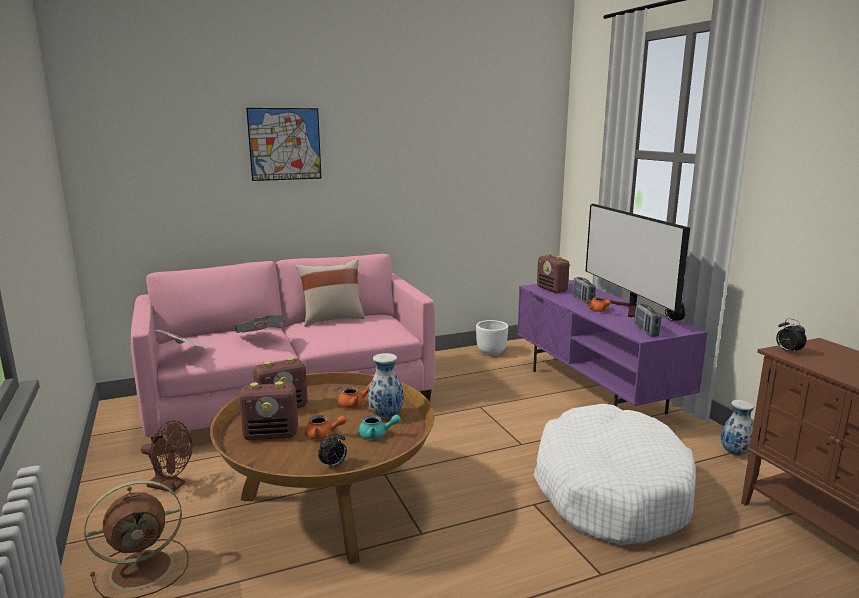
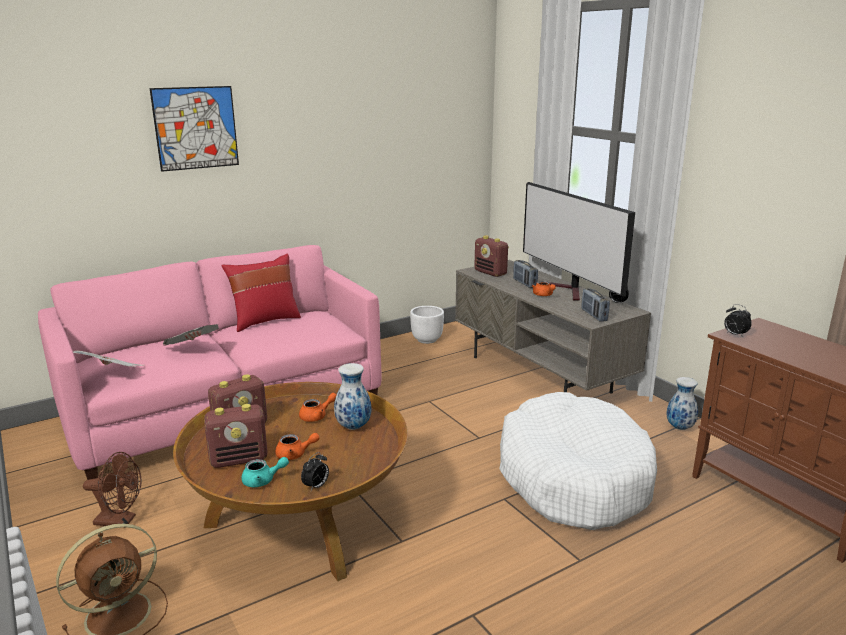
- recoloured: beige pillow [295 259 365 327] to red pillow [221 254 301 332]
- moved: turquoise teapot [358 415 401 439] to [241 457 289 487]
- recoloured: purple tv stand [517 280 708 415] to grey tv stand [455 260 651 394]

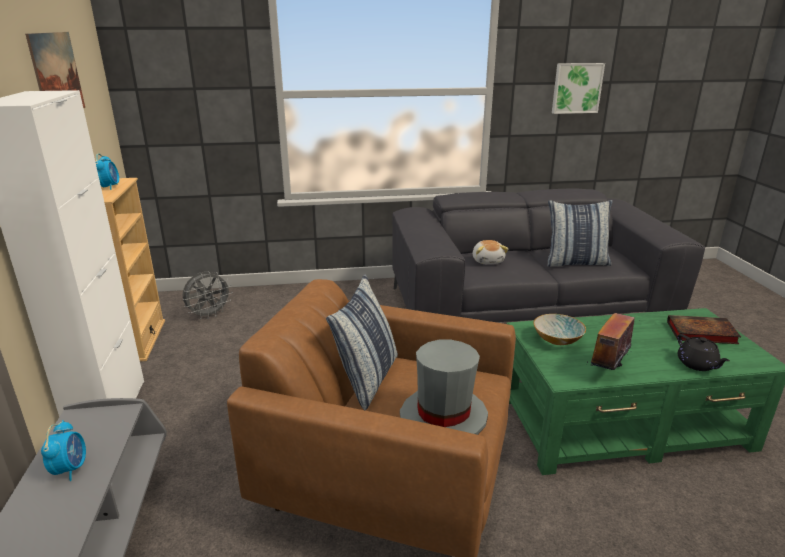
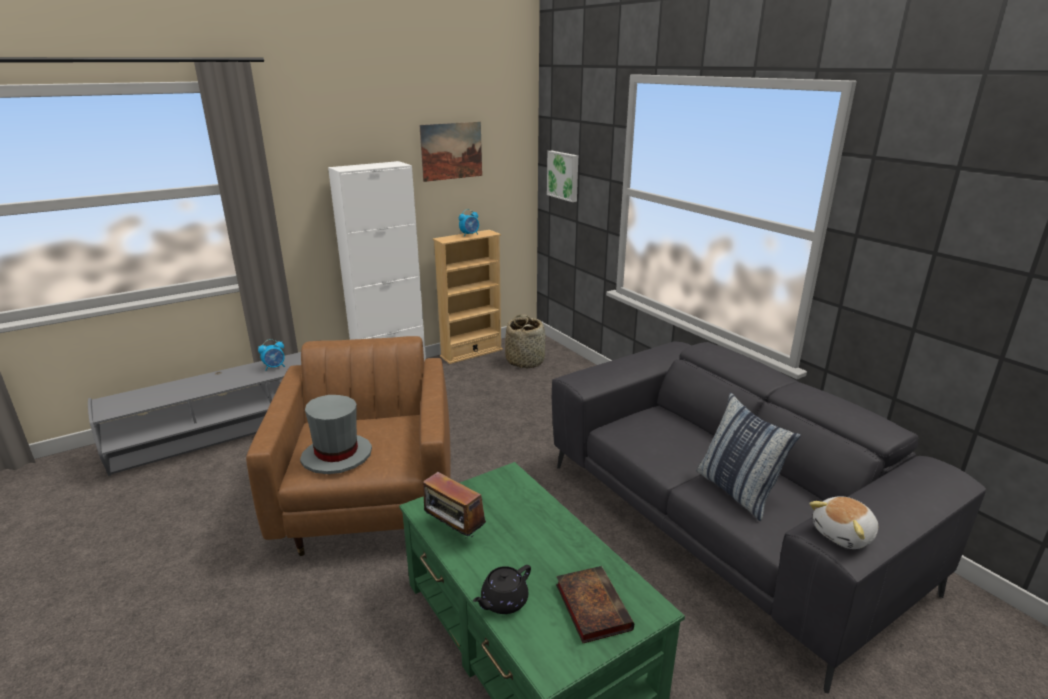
- turned: radio [587 313 635 370] = [423 472 486 539] 150 degrees counterclockwise
- replaced: grey fan [183 271 233 319] to basket [505 314 546 368]
- moved: picture [552 63 605 114] to [547 151 578 202]
- moved: plush toy [473 240 508 264] to [809 496 878 549]
- removed: pillow [326 274 398 410]
- removed: bowl [533 314 586 345]

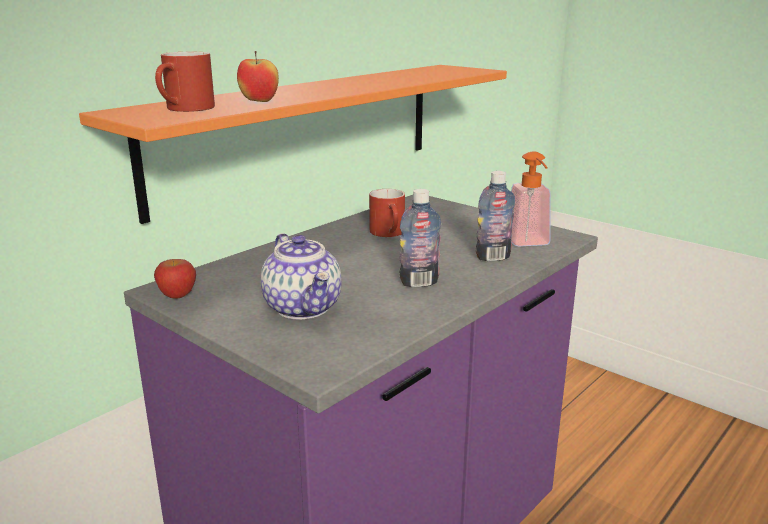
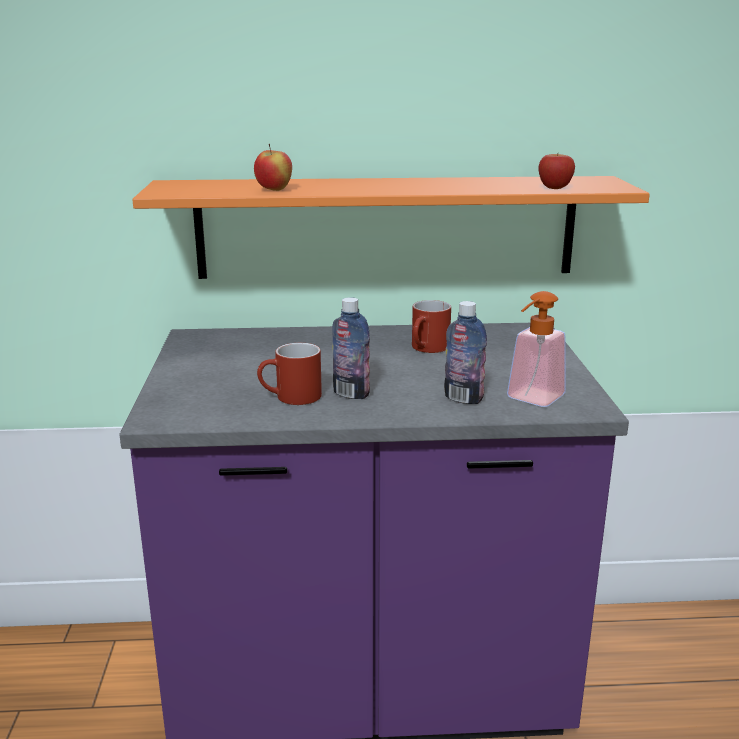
- moved: red mug [155 52 215 112] to [257 343 322 405]
- moved: apple [154 259 196 299] to [538 154 575 189]
- removed: teapot [261 233 342 319]

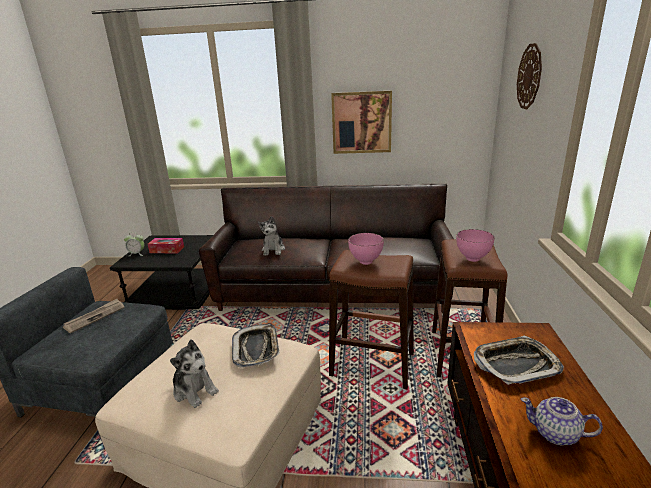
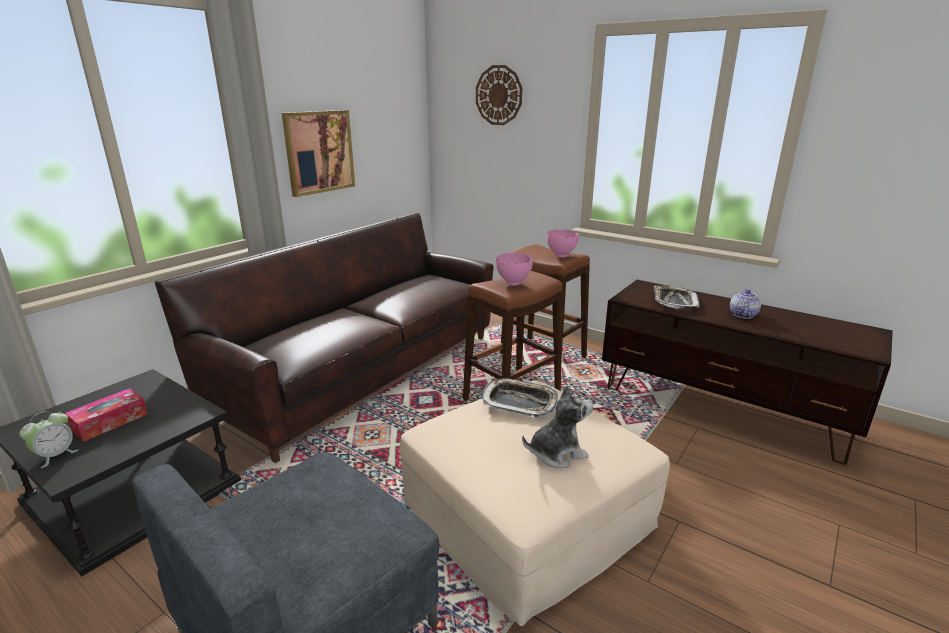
- turned: teapot [521 397 603 445] = [730 289 761 319] 150 degrees clockwise
- removed: newspaper [63 299 125 333]
- removed: plush toy [258 216 285 255]

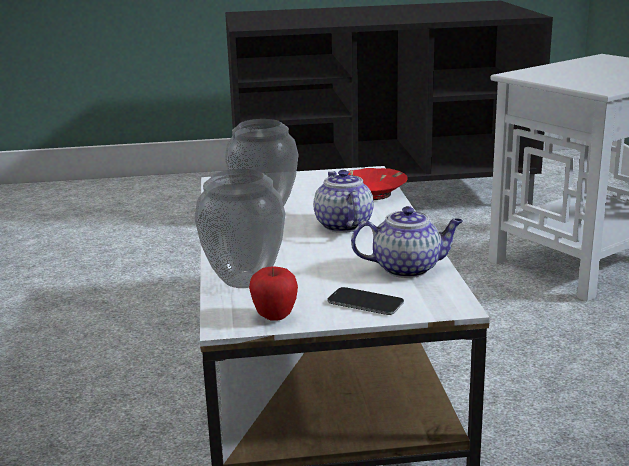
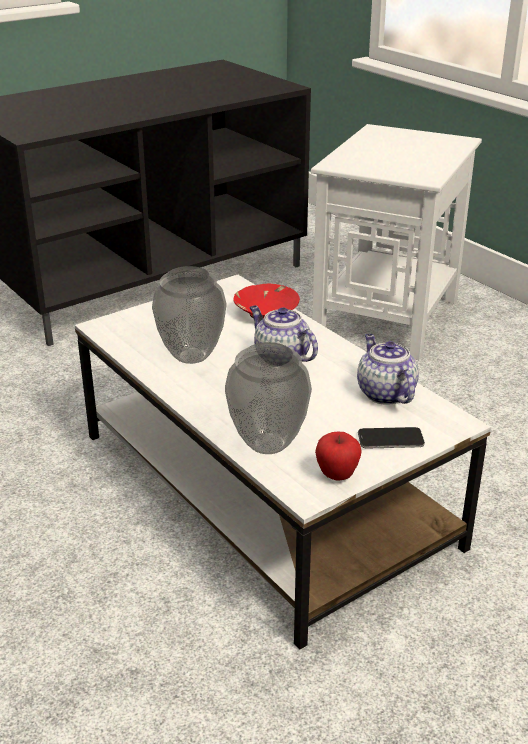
- turned: teapot [351 206 463 278] = [357 334 419 405] 75 degrees counterclockwise

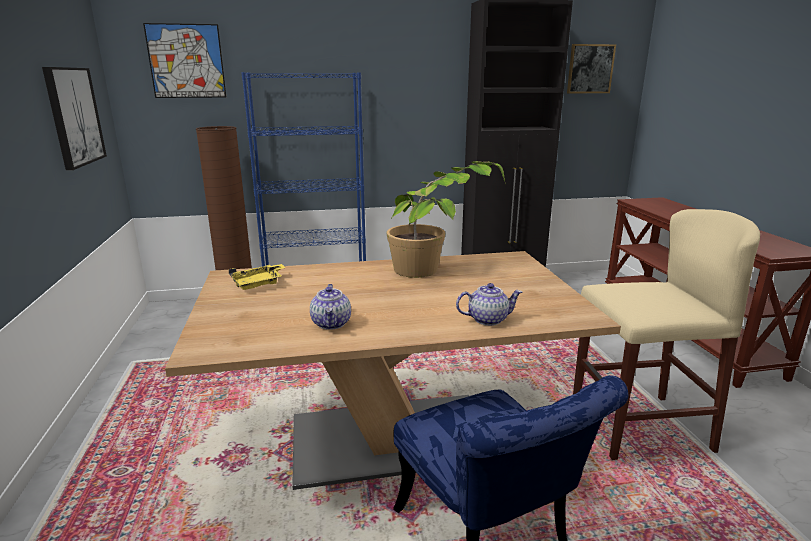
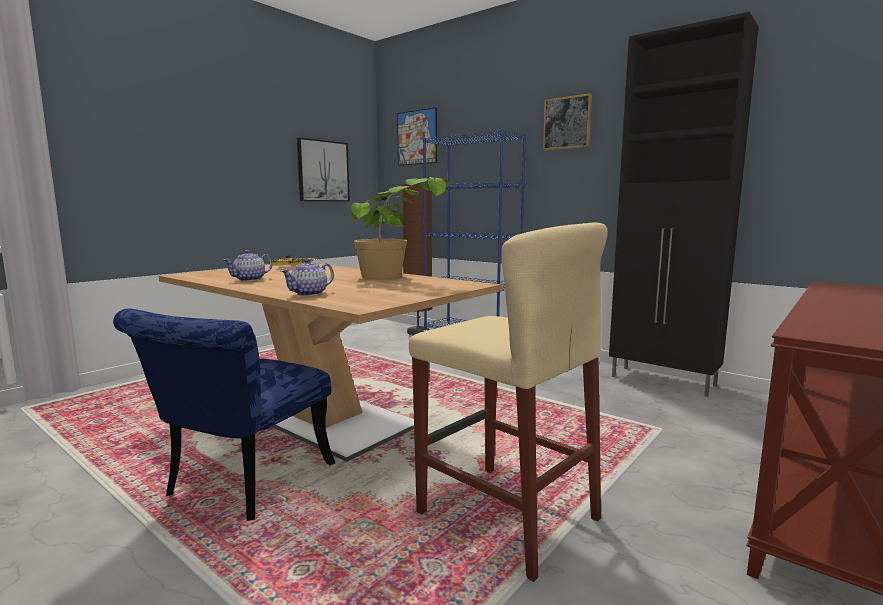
- turned: teapot [456 283 522 326] = [281 259 334 296] 90 degrees clockwise
- moved: picture [567 44 616 93] to [543 93 592 150]

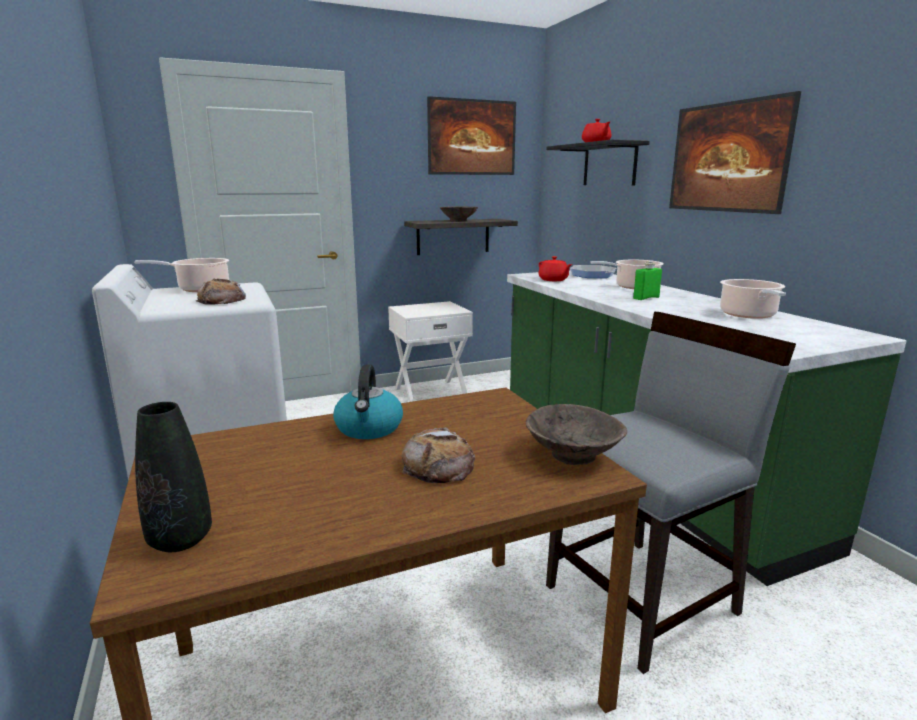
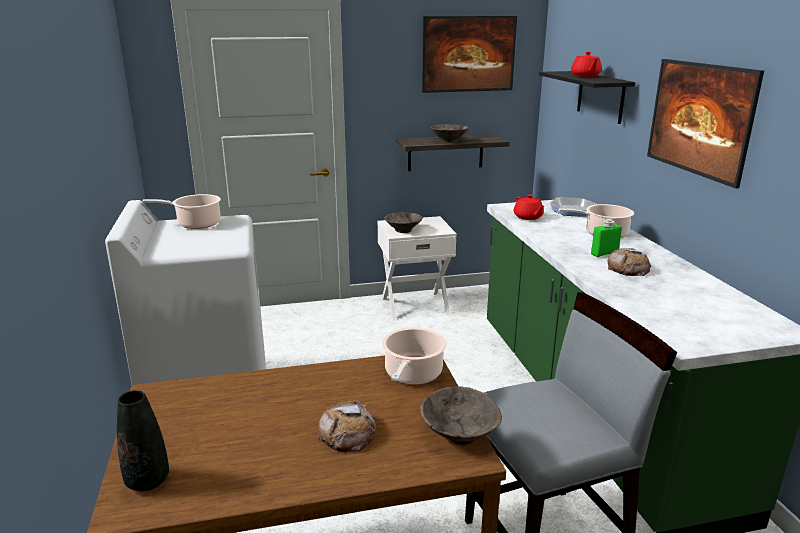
- moved: cooking pot [720 279 786 319] to [382 328 446 385]
- added: brown bowl [384 212 423 233]
- moved: bread [196 279 246 305] to [607 248 651 276]
- removed: kettle [333 364 403 439]

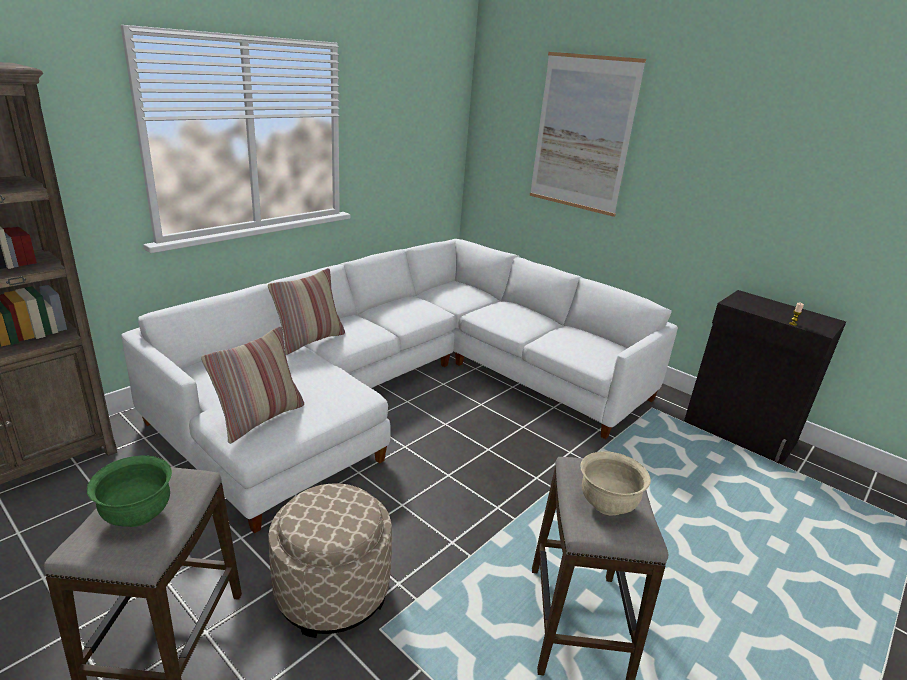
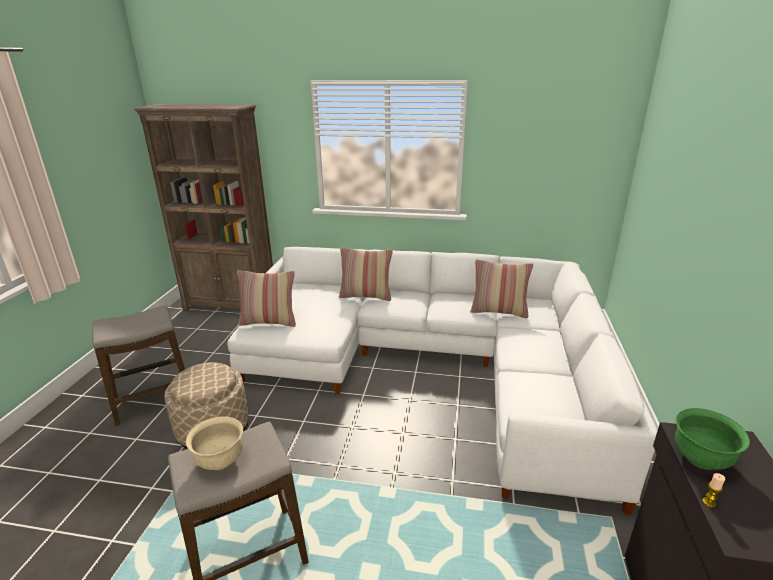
- added: pillow [470 259 533 318]
- moved: green bowl [87 455 172 527] to [675 408 750 470]
- removed: picture [530 52 646 217]

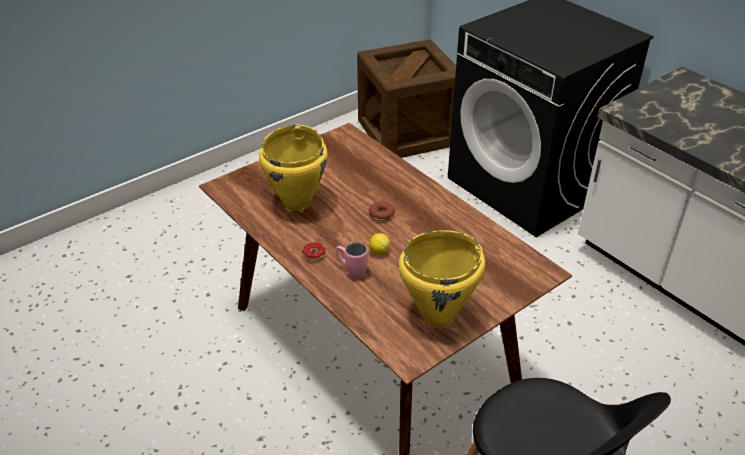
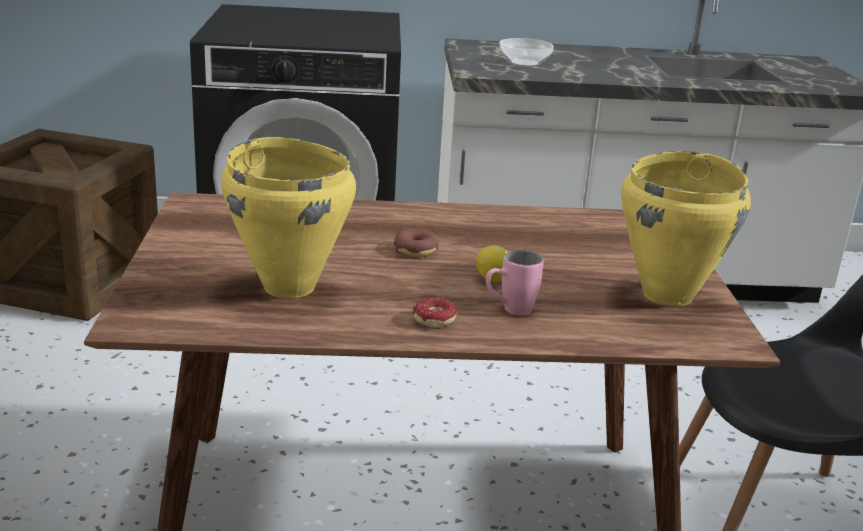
- added: bowl [499 38 554 67]

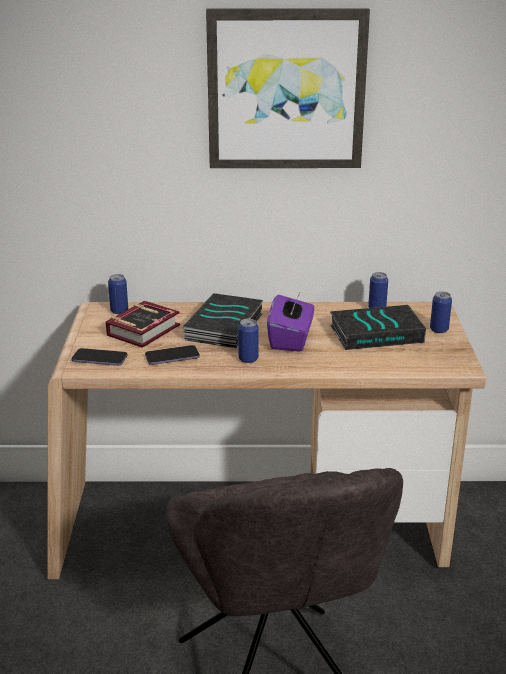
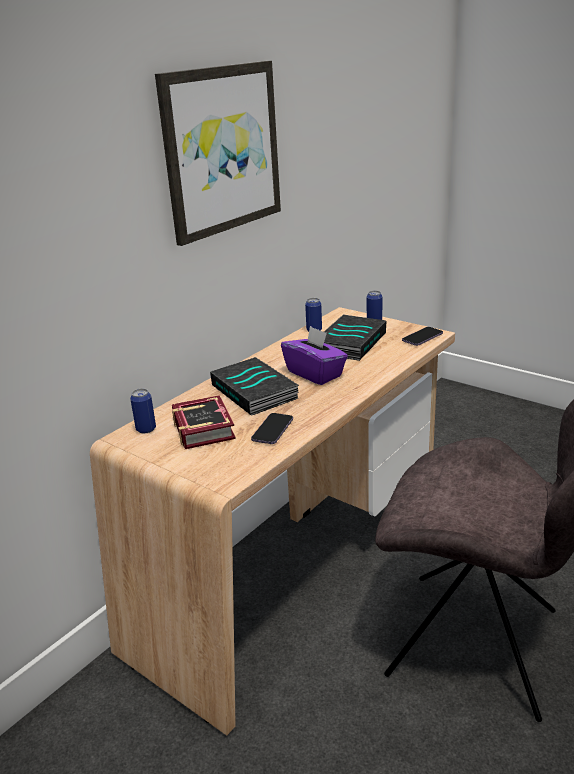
- moved: phone [72 348 127 366] to [402 327 443 346]
- removed: can [238 319 258 363]

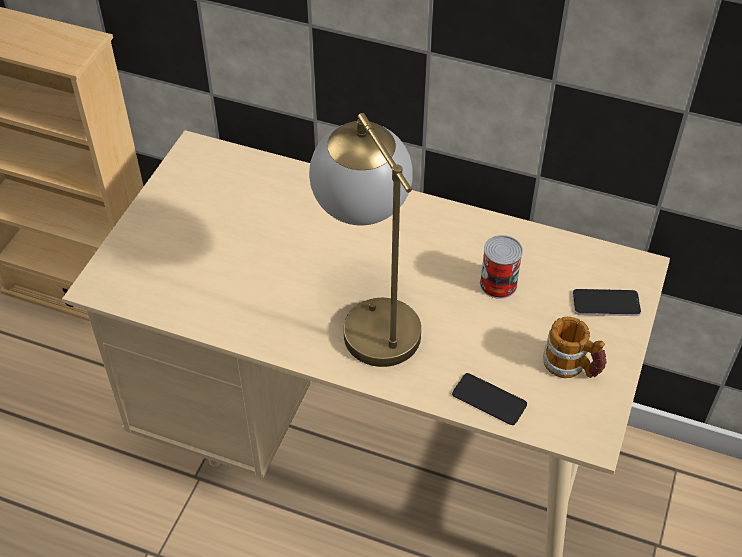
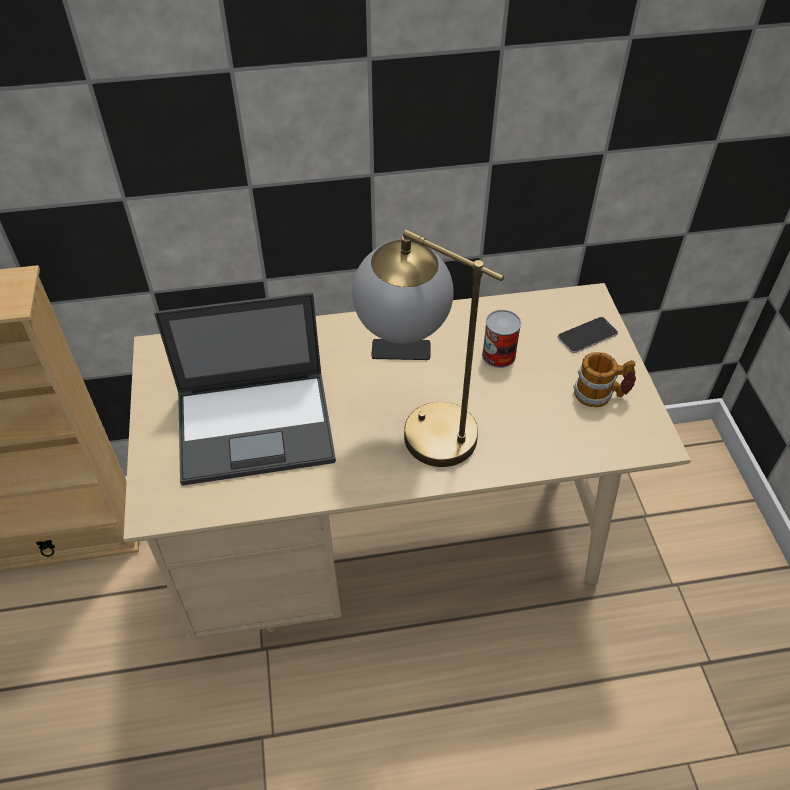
- added: laptop [154 292 336 485]
- moved: phone [452 373 527 425] to [372 339 430 360]

